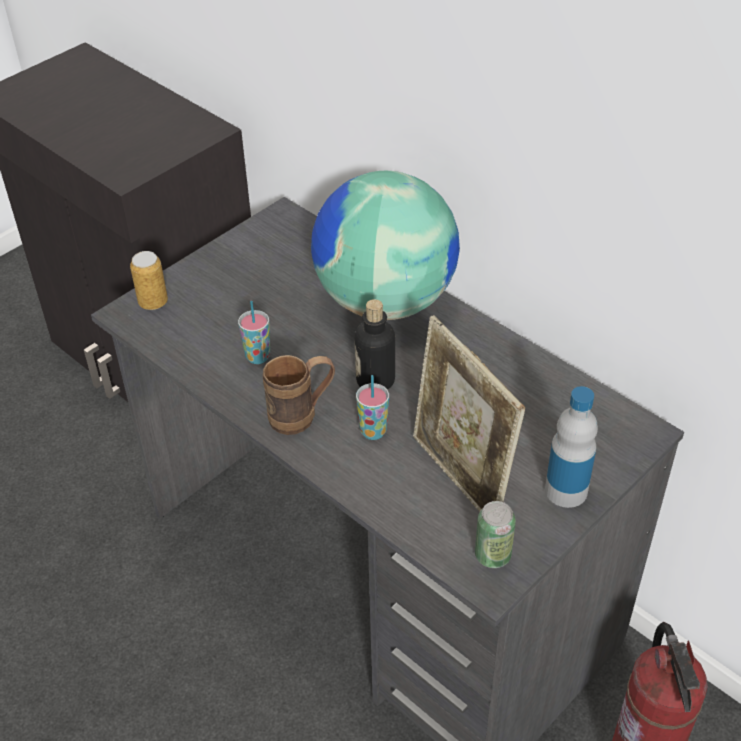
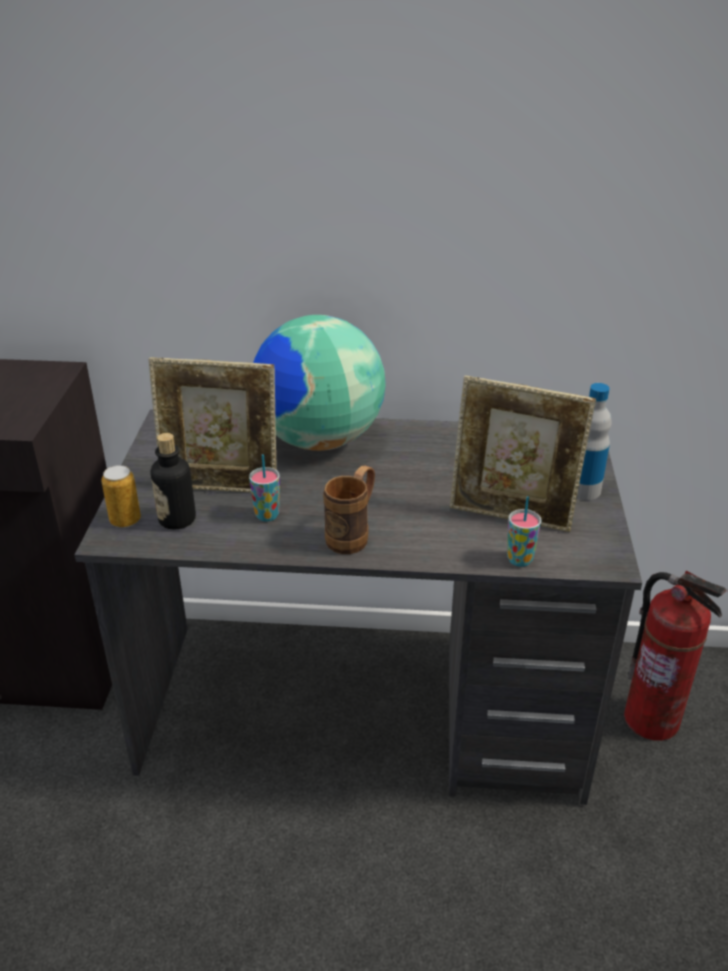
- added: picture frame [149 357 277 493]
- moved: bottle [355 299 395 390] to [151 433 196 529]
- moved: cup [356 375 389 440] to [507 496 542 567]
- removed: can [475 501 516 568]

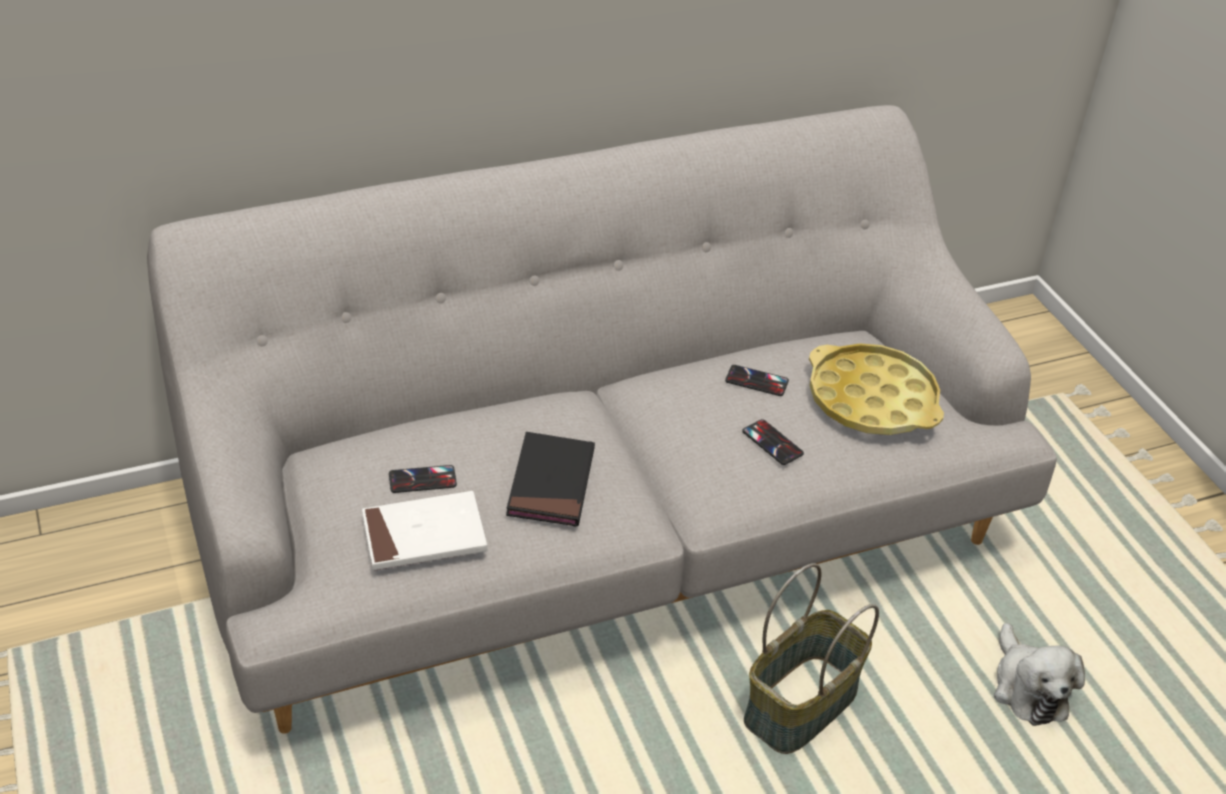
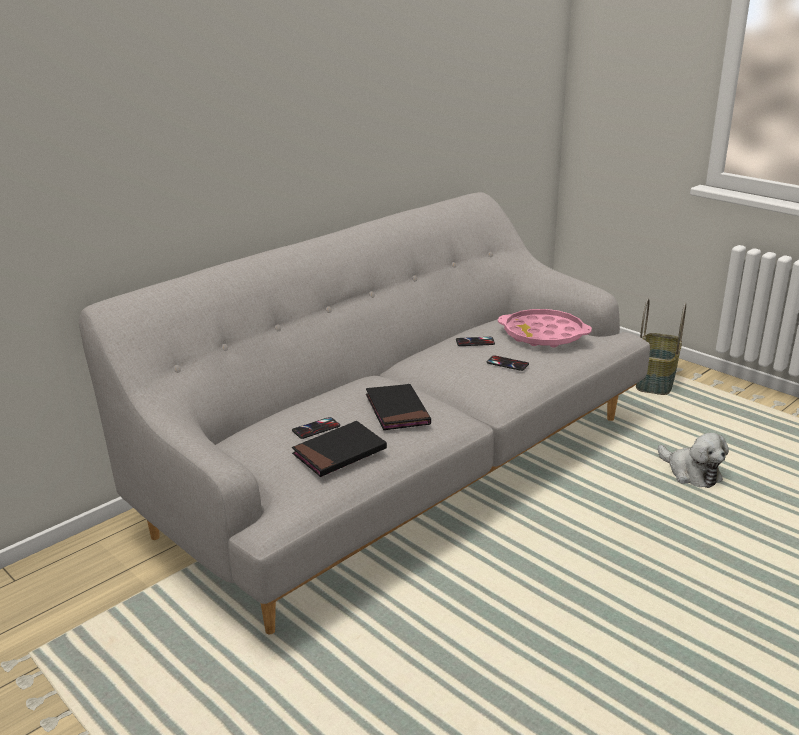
- recoloured: white book [362 491 487 571] to black book [292 421 387 477]
- recoloured: yellow tray [809 344 944 435] to pink tray [498 309 592 347]
- moved: basket [744 563 879 754] to [636 298 686 395]

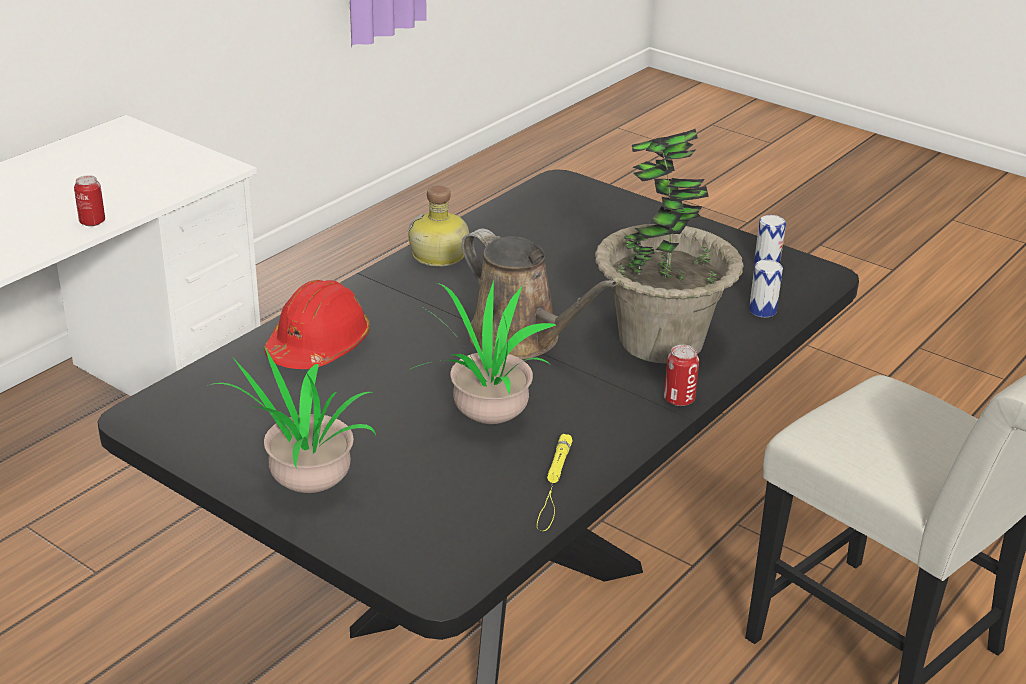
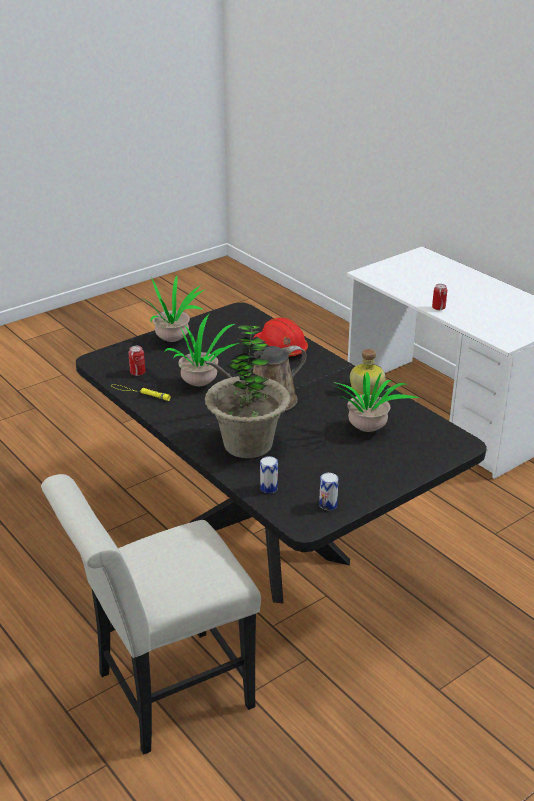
- moved: can [664 345 699 406] to [129 346 145 376]
- added: potted plant [333 372 420 432]

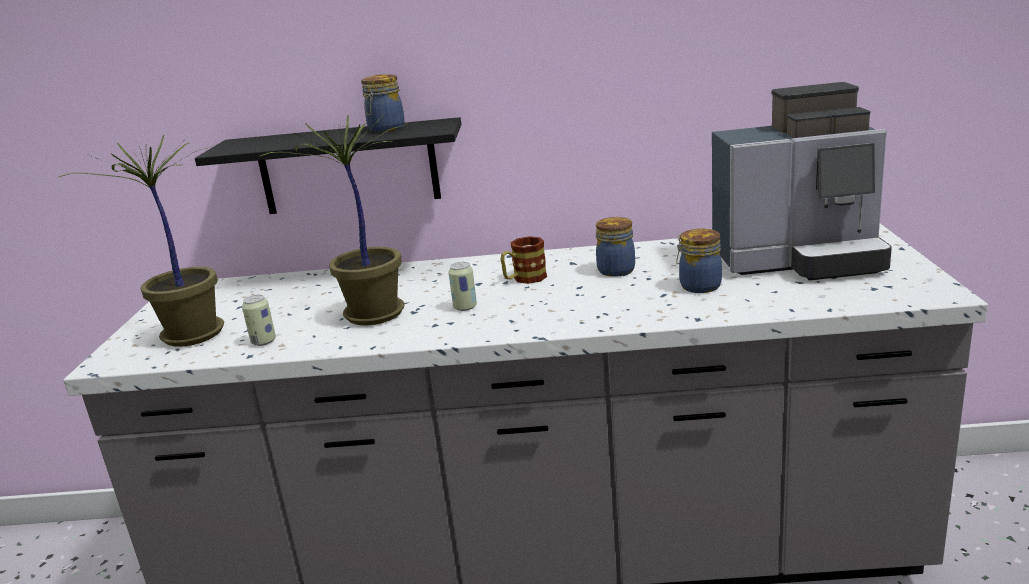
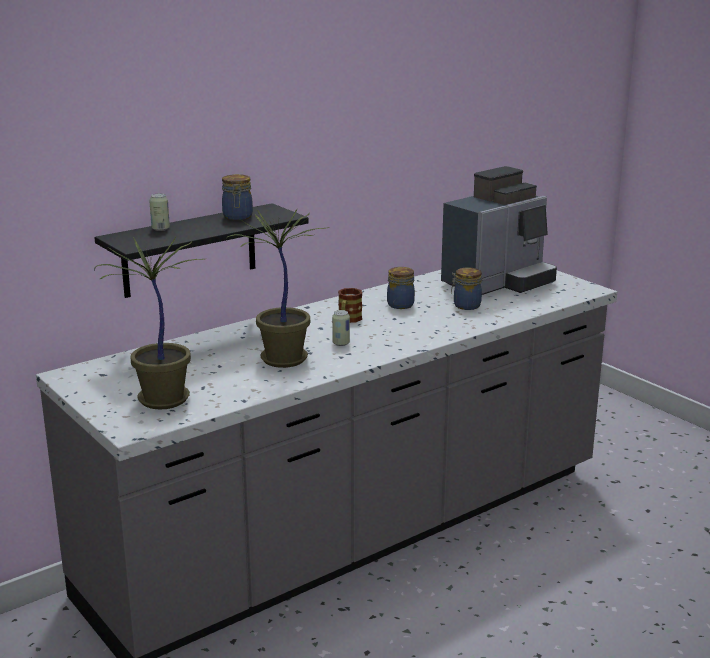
- moved: can [242 295 276 346] to [149 193 170 231]

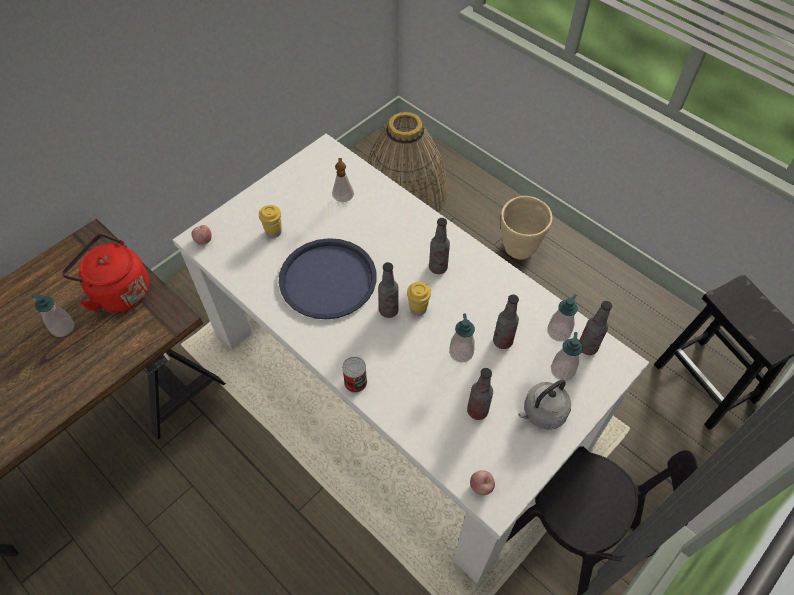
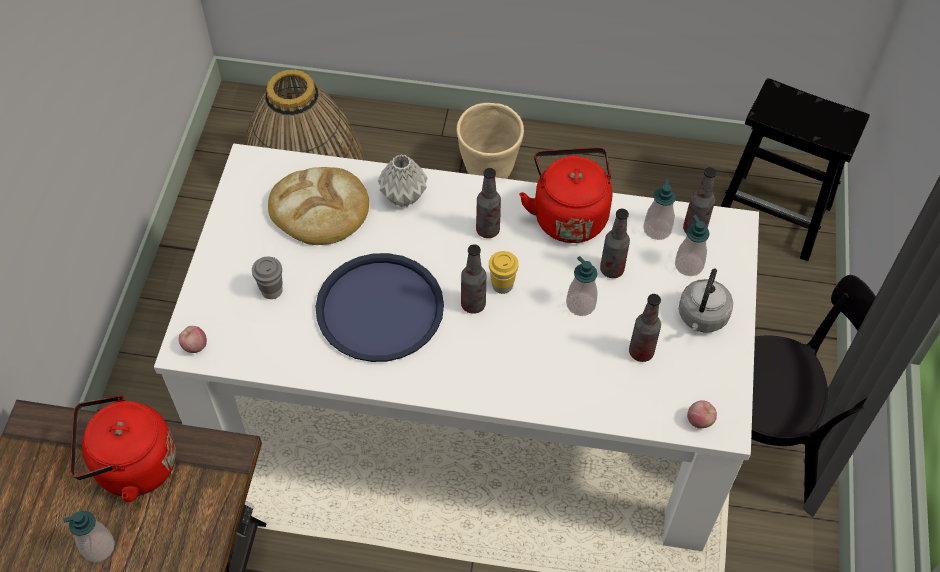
- recoloured: yellow cup [258 205 282 238] to grey cup [252 257 283 299]
- replaced: soap dispenser [332 158 354 202] to bread [268 167 369 245]
- added: grey vase [378 155 427 207]
- added: red kettle [519 148 613 243]
- removed: can [342 356 367 393]

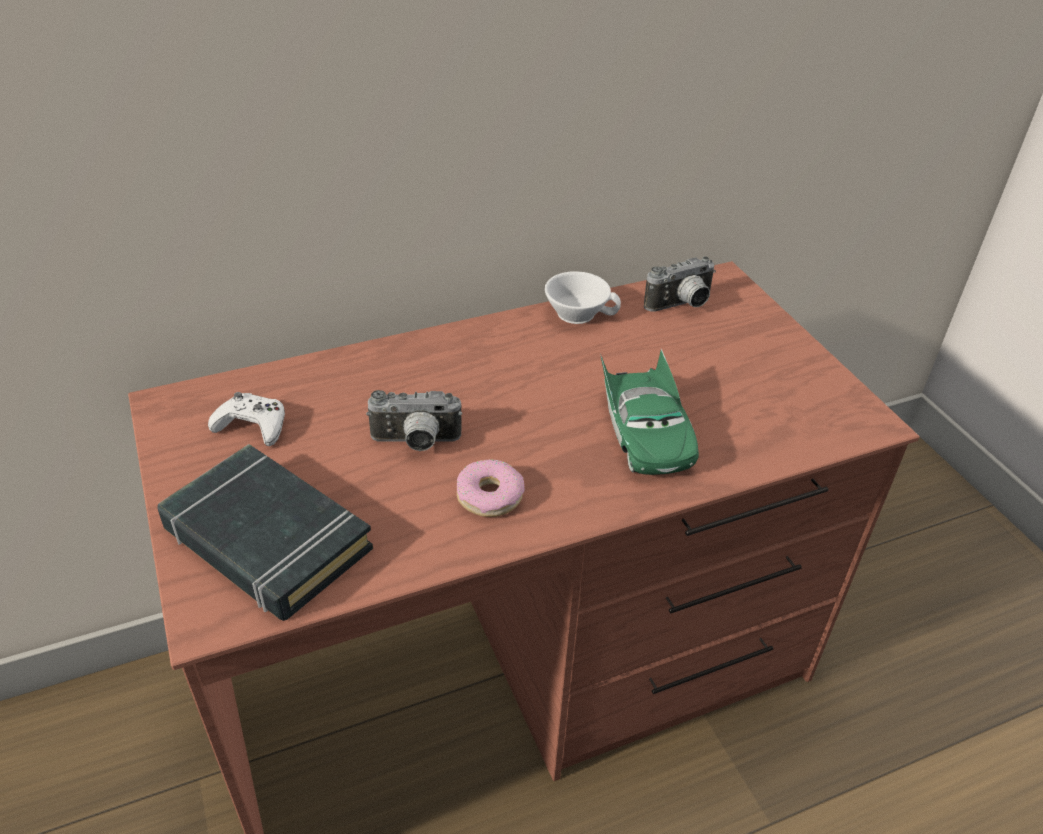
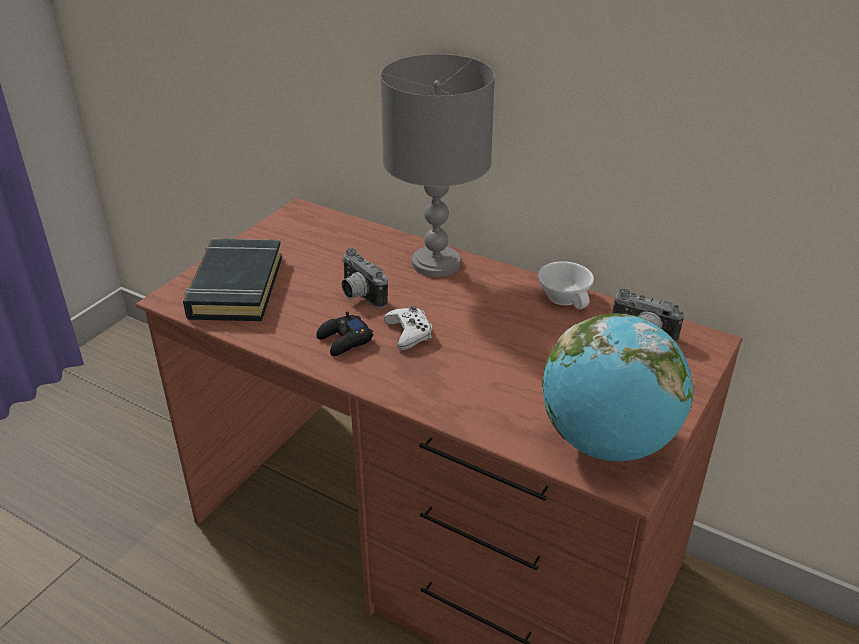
- replaced: donut [457 459 525 517] to black game controller [316 312 373 356]
- added: grey table lamp [380 54 495 277]
- moved: white game controller [208 392 285 446] to [384 306 432 350]
- added: globe [542 313 693 461]
- removed: green toy car [600 349 699 475]

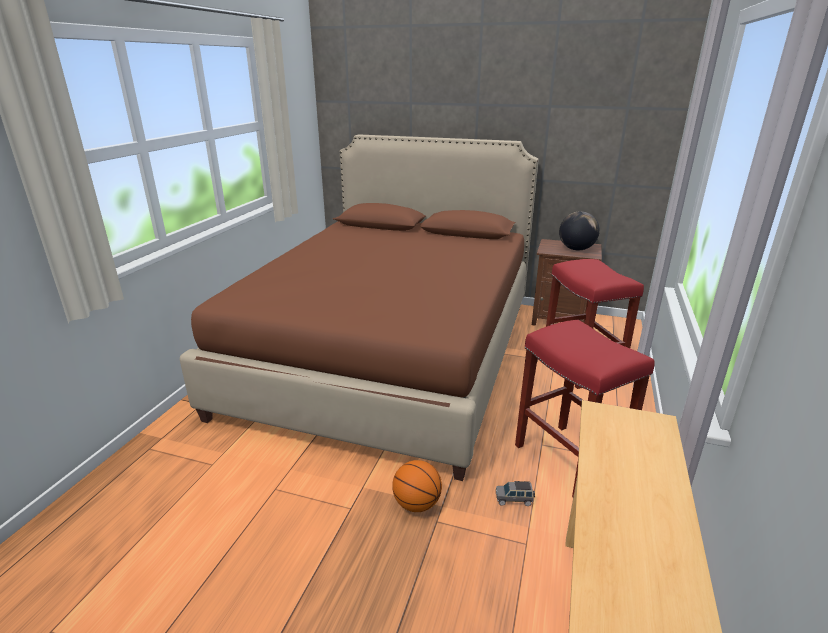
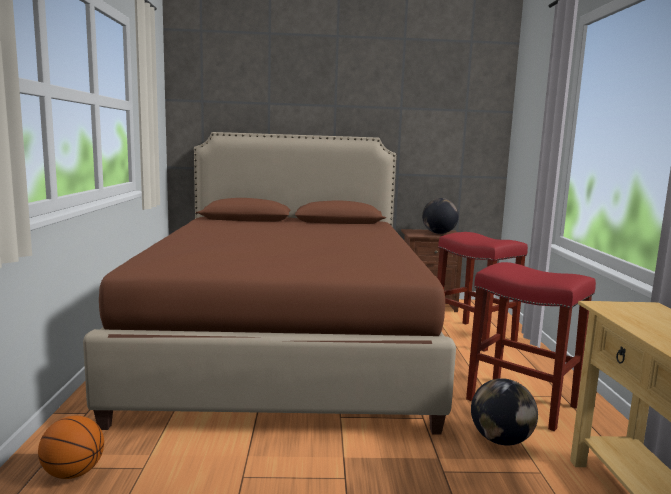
- moved: basketball [392 460 442 512] to [38 416 104 479]
- replaced: grey toy car [496 481 535 506] to globe [471 378 538 445]

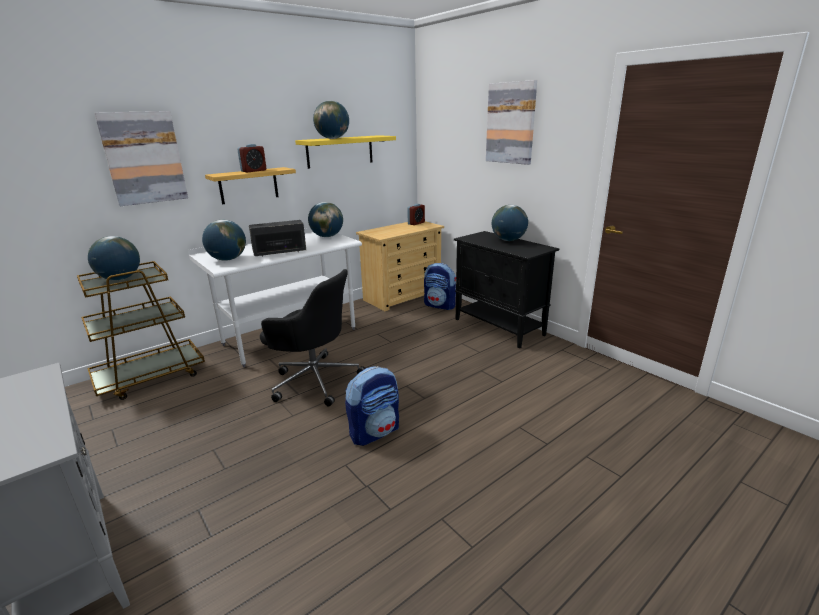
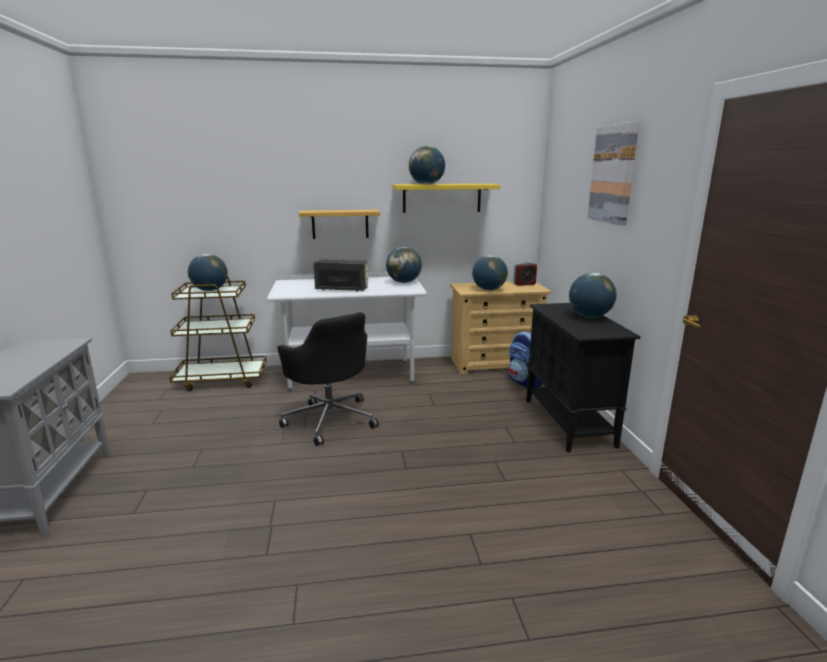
- moved: globe [202 220 246 261] to [472 255 508 290]
- removed: picture [94 111 188 206]
- removed: alarm clock [237 144 266 172]
- removed: backpack [345 366 399 446]

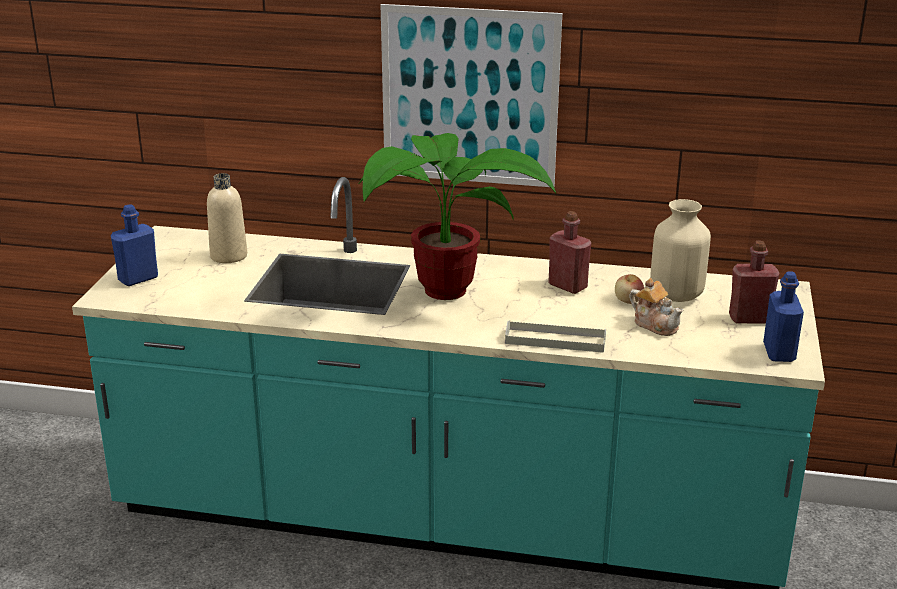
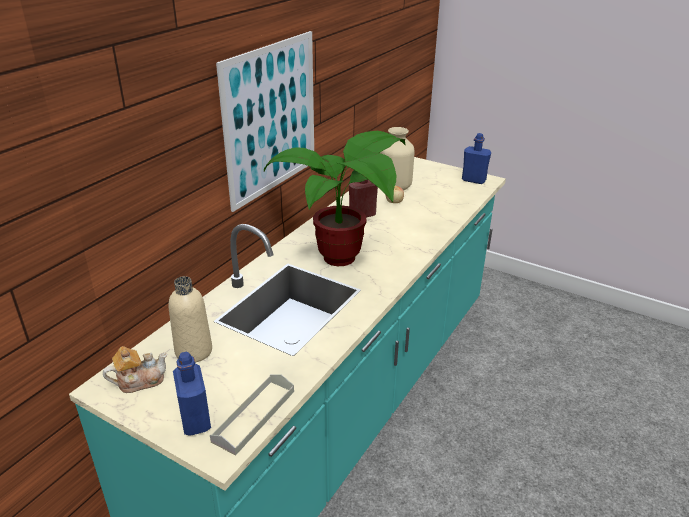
- moved: teapot [629 278 683 336] to [103 346 168 393]
- moved: grey tray [505 320 606 353] to [210 374 294 455]
- removed: red bottle [729 241 780 324]

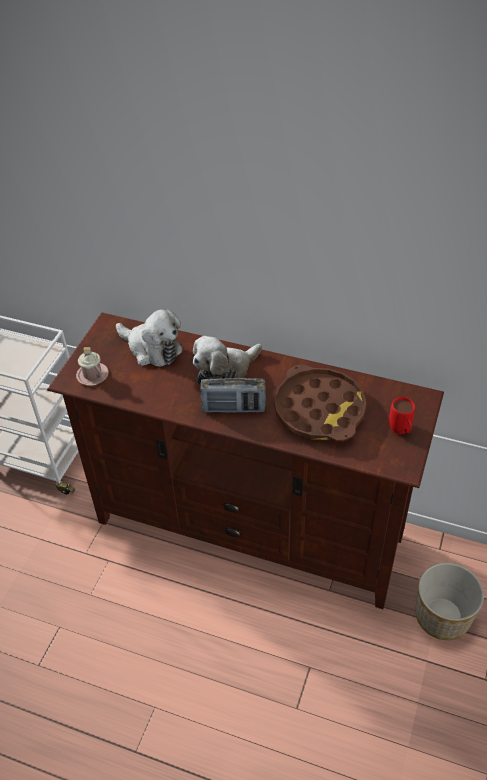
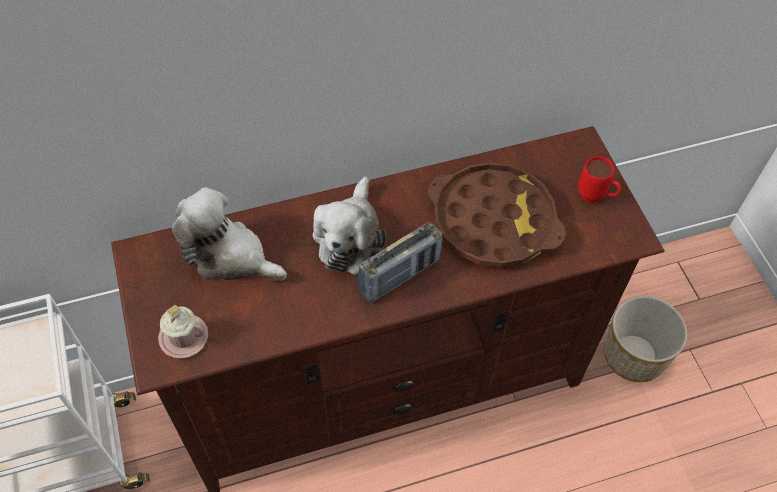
- turned: plush toy [116 309 183 367] = [172 187 287 281] 150 degrees counterclockwise

